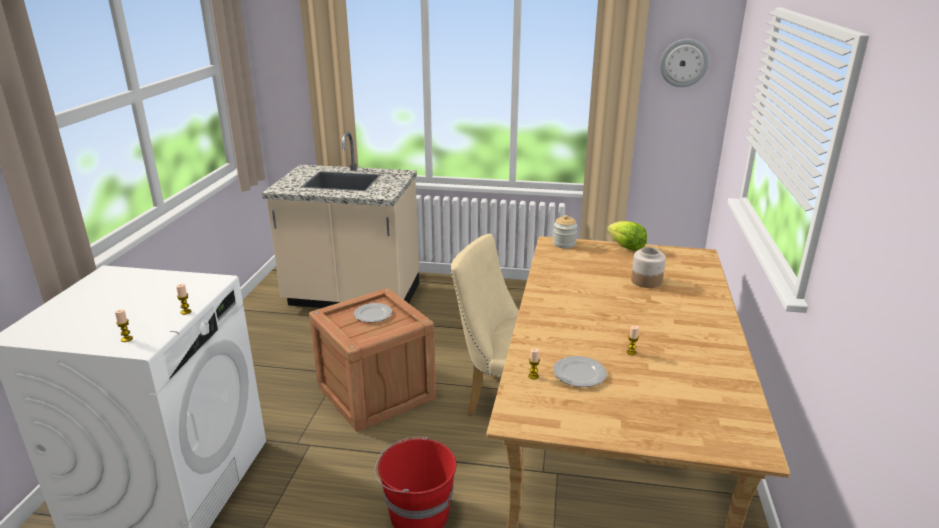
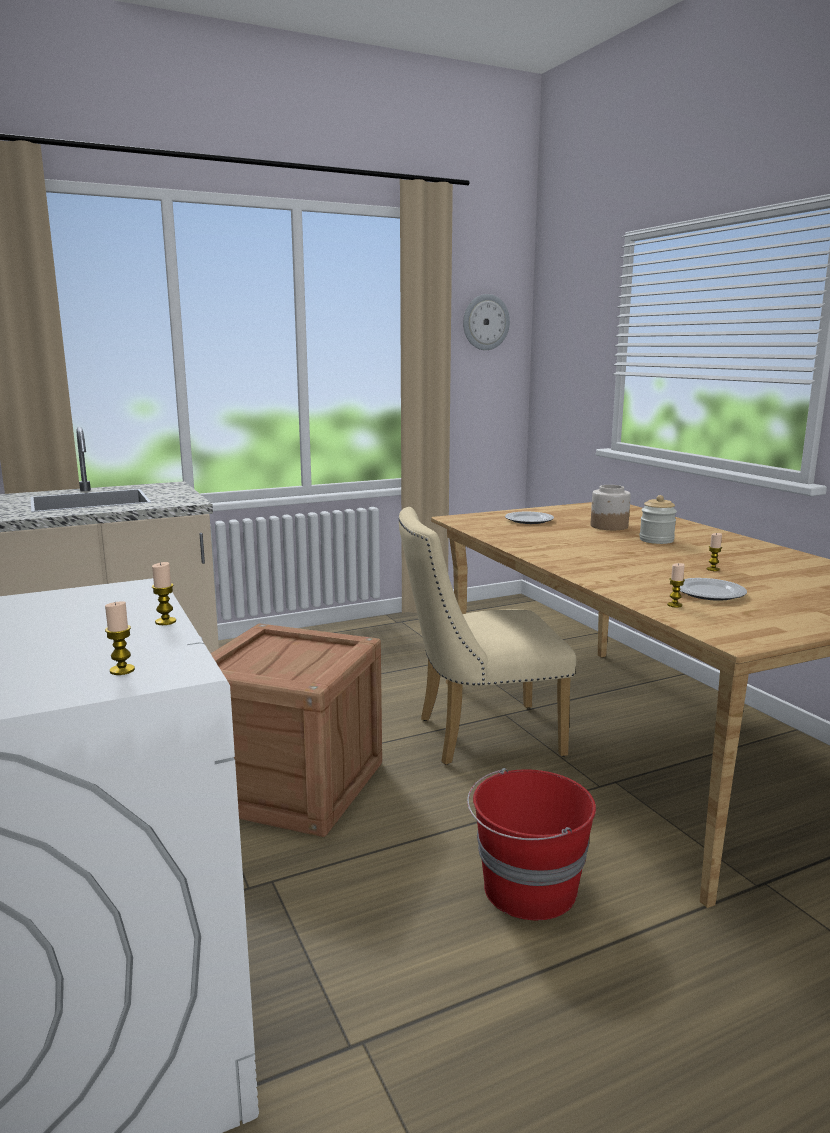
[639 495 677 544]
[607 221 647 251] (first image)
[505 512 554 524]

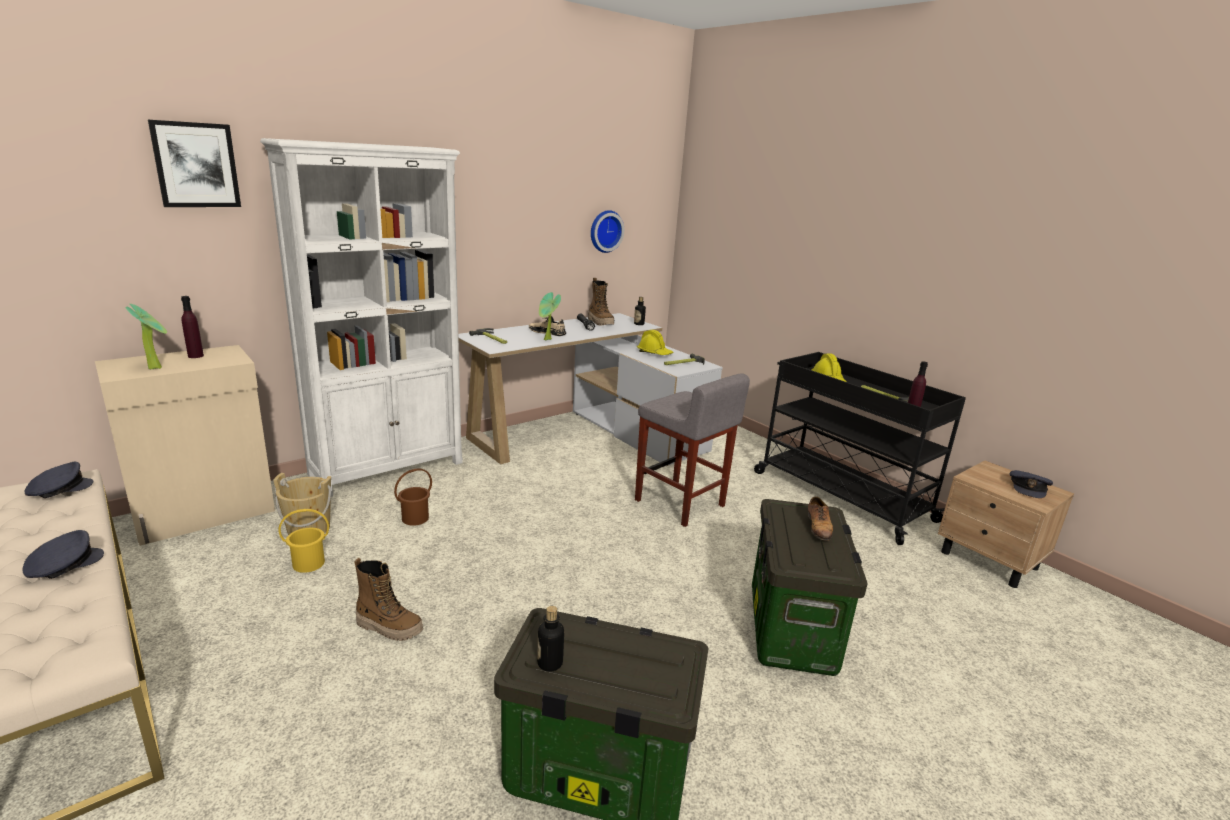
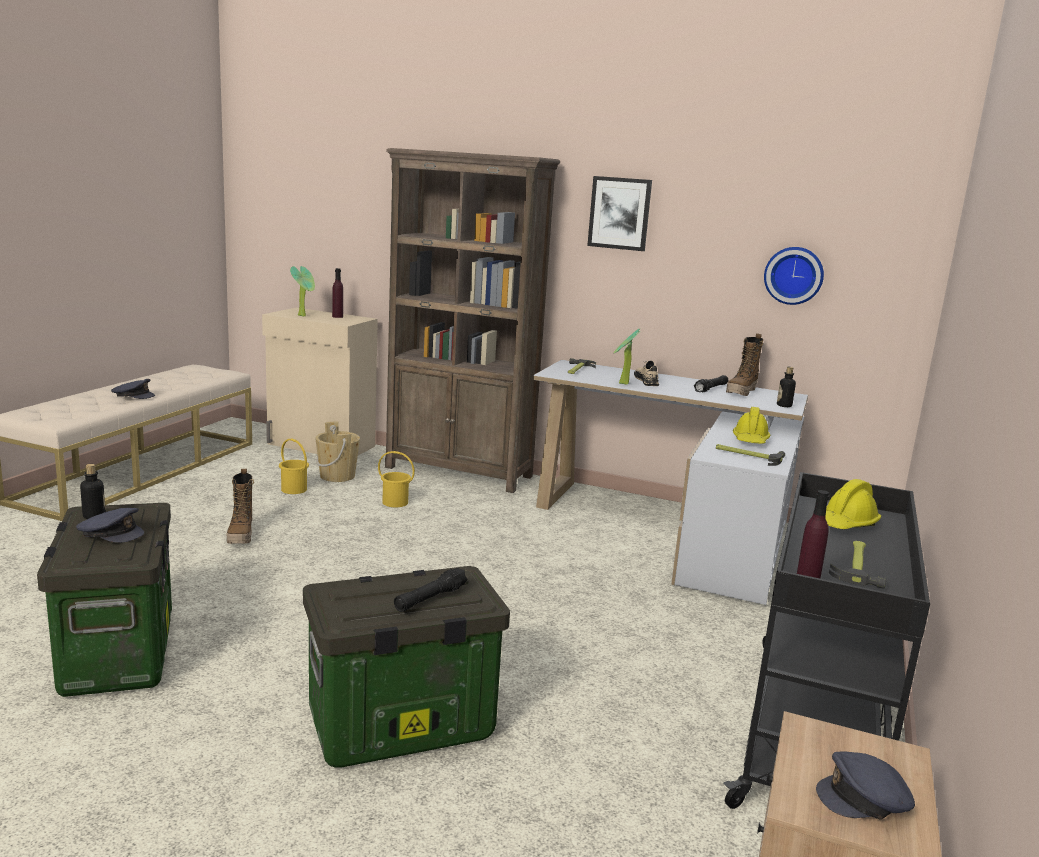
[587 176 652 251]
[385 148 560 493]
[635 373 750 527] (first image)
[76 508 144 543]
[378 451 415 507]
[394 568 467 612]

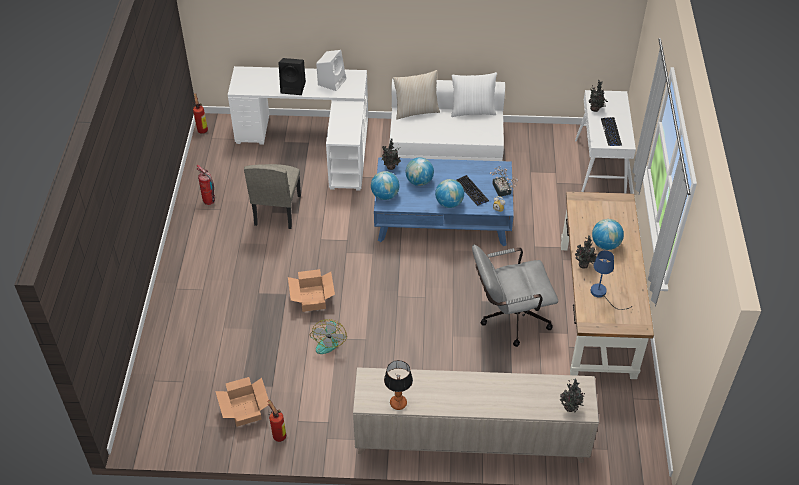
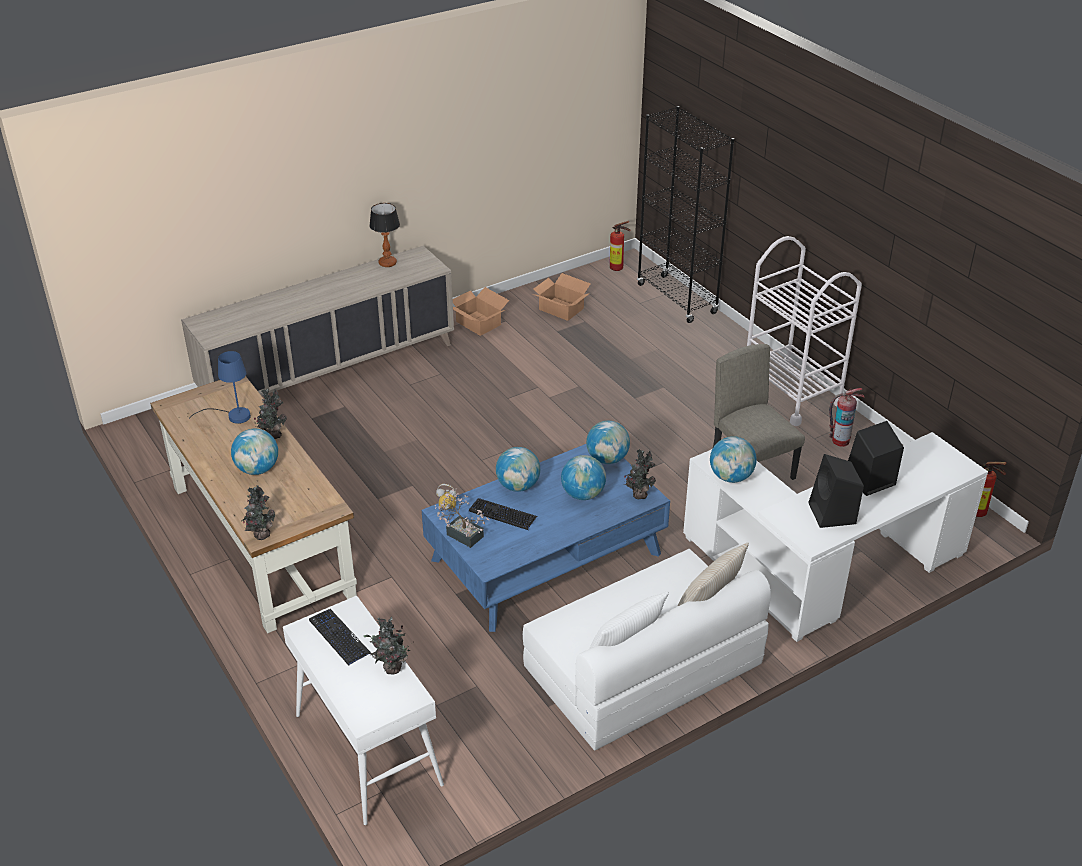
[808 454 864 528]
[472 244 558 347] (first image)
[453 287 509 336]
[310 319 347 354] (first image)
[241 485 276 540]
[610 221 630 271]
[637 106 734 323]
[747 236 862 426]
[710 436 757 483]

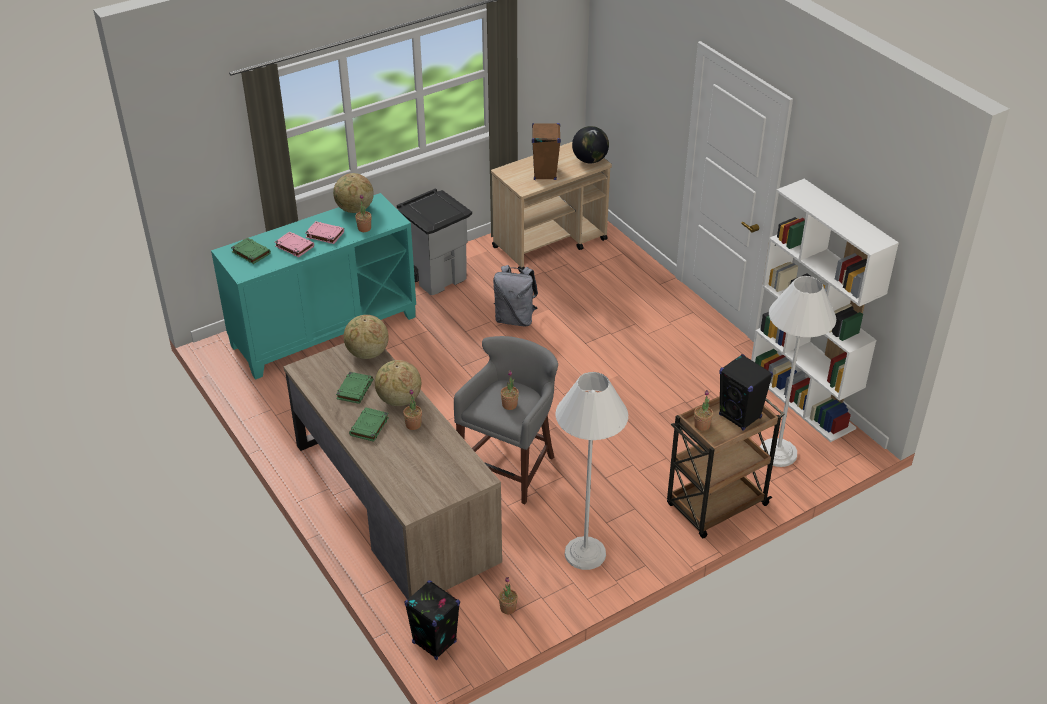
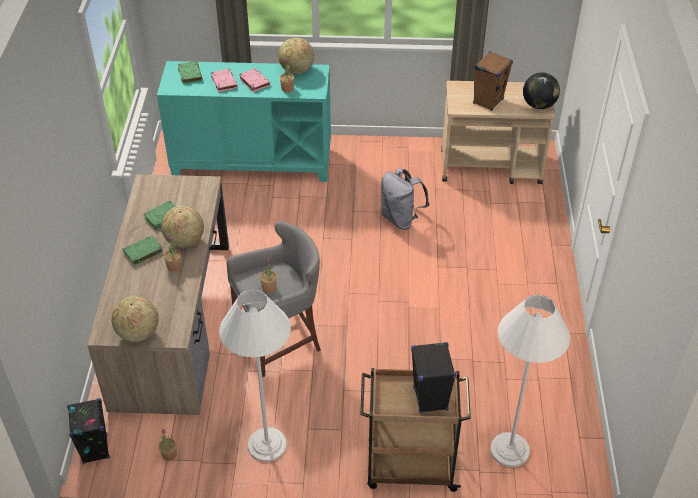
[751 179 899 442] (first image)
[397 188 472 295] (first image)
[111 296 159 342]
[694 390 713 431] (first image)

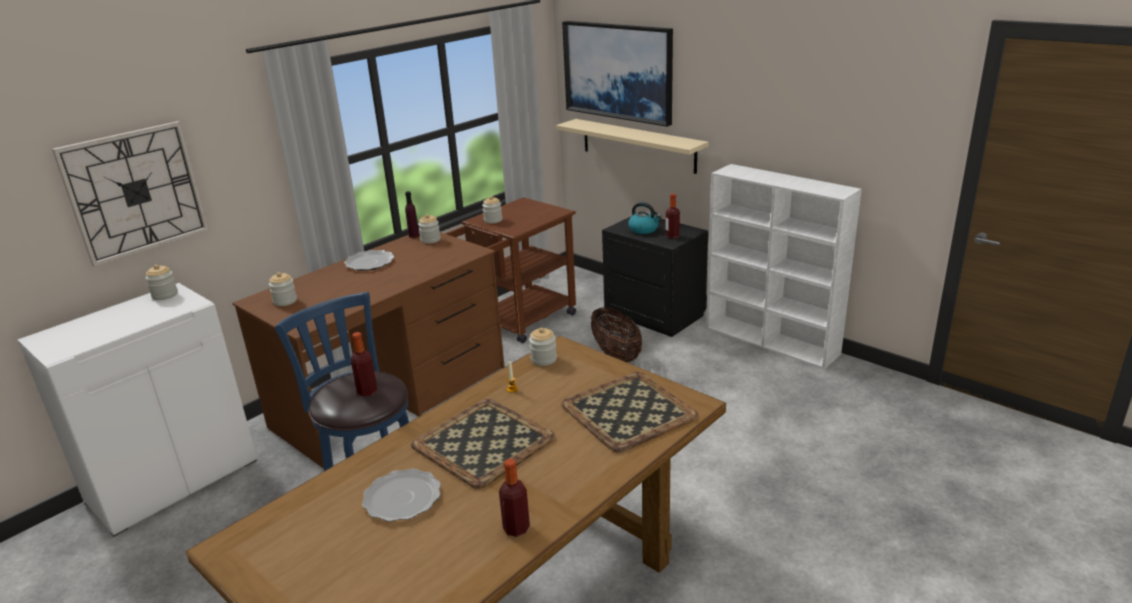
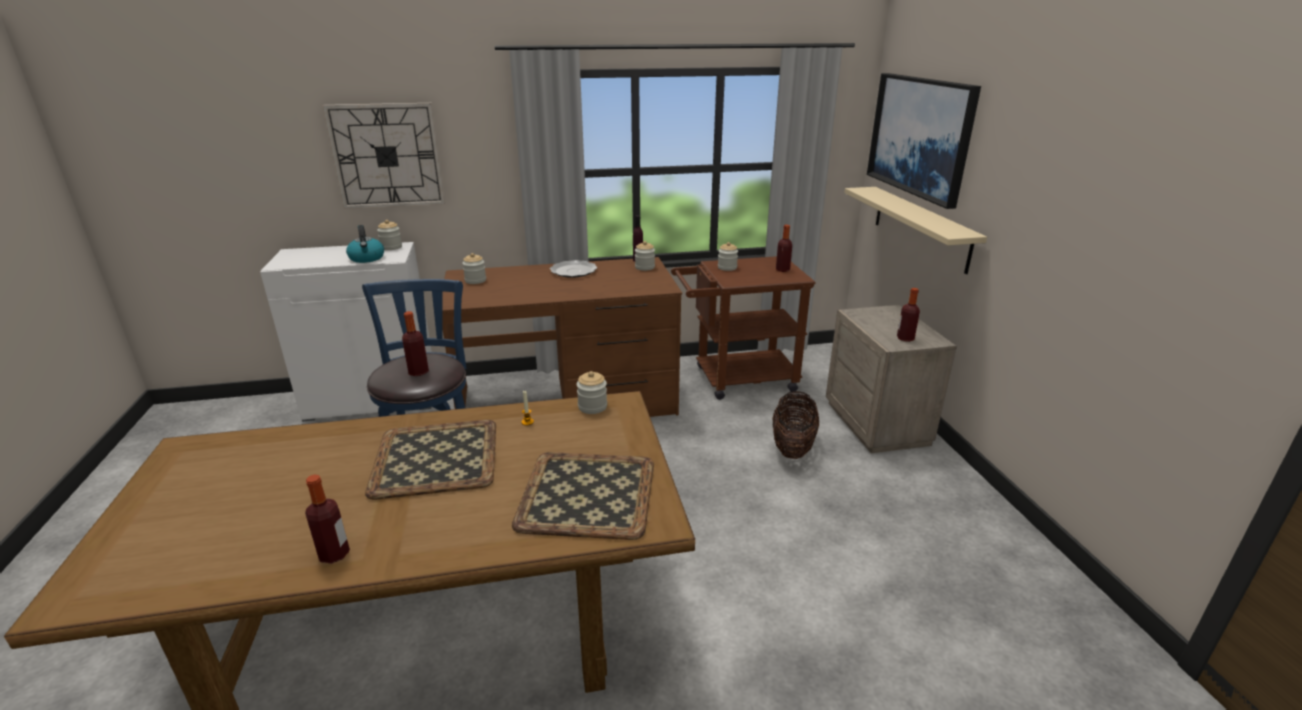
[706 164 862 369] (first image)
[346 225 384 263]
[826 305 957 453]
[362 469 441 522] (first image)
[776 225 792 272]

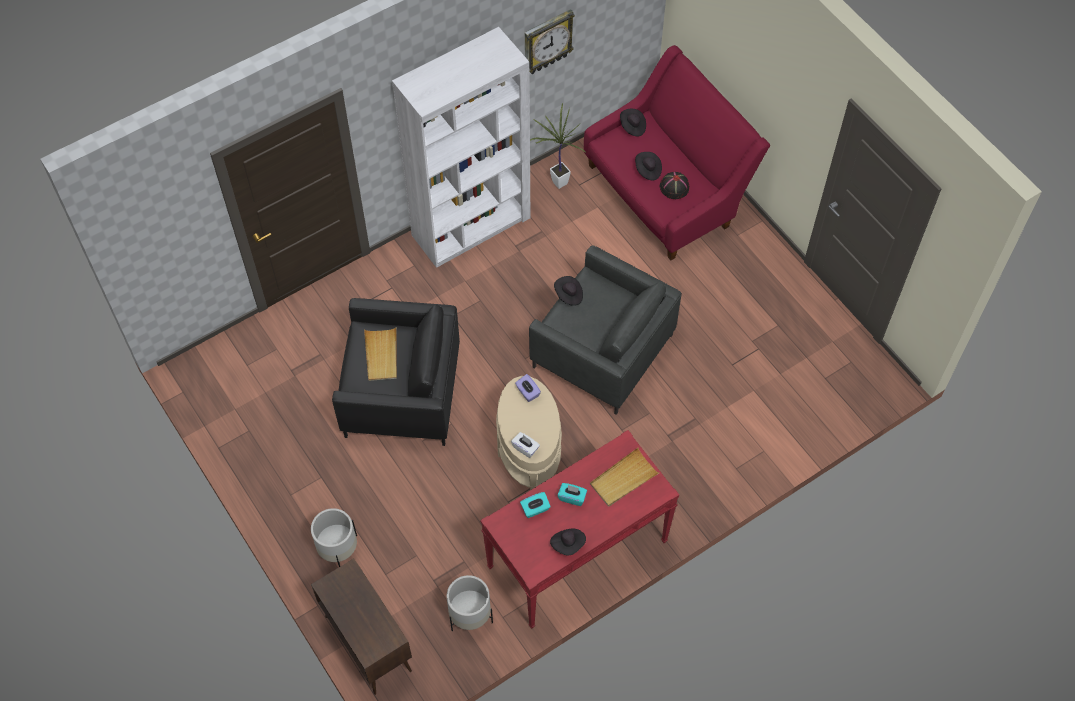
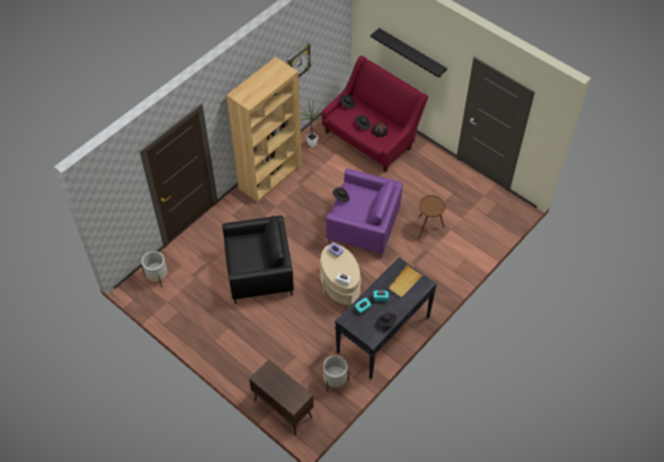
[227 57 302 203]
[326 169 403 258]
[364 327 397 381] (first image)
[335 257 437 379]
[142 251 167 287]
[370 28 447 78]
[418 195 445 239]

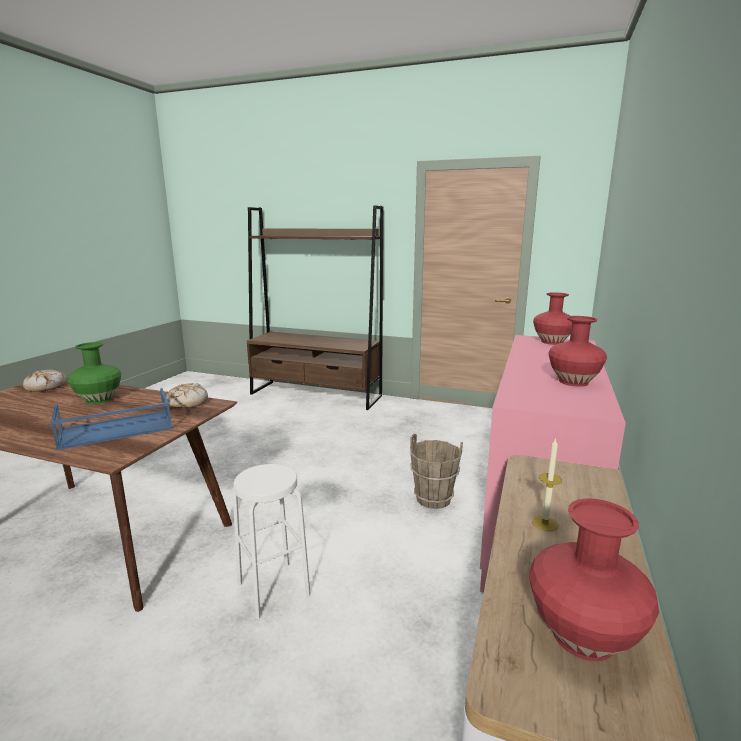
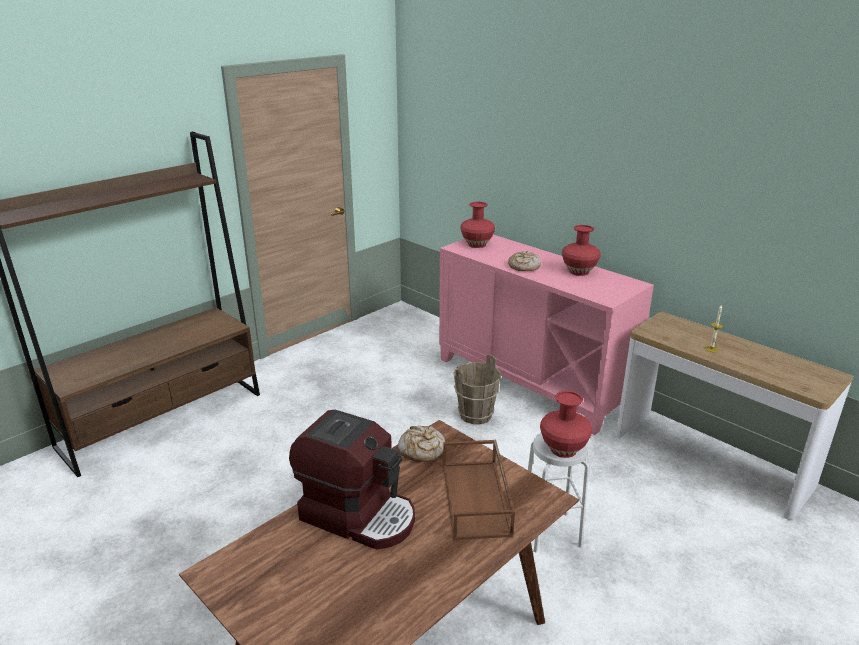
[289 410 415 550]
[508 251 541 271]
[443 440 515 540]
[540 391 592 458]

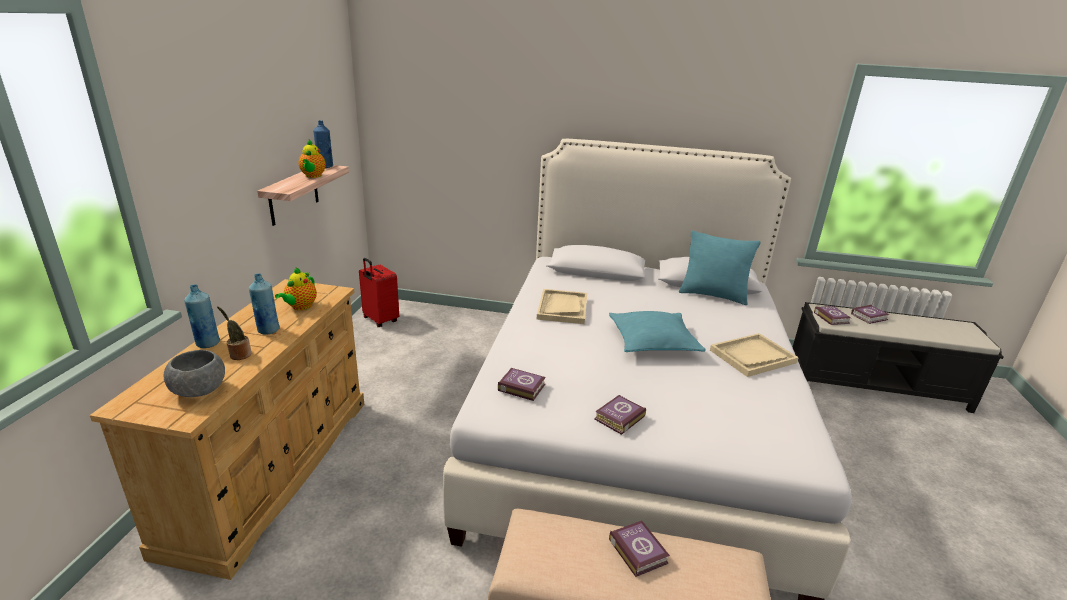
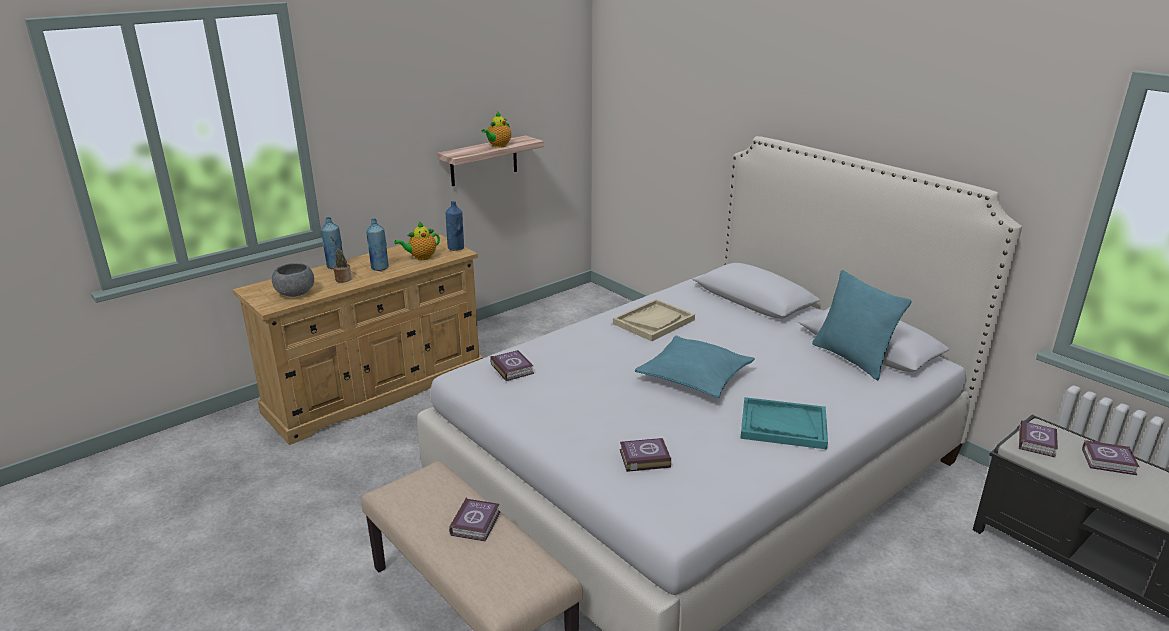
[446 201 464 251]
[359 258 399 327] (first image)
[740 397 828 449]
[620 438 671 472]

